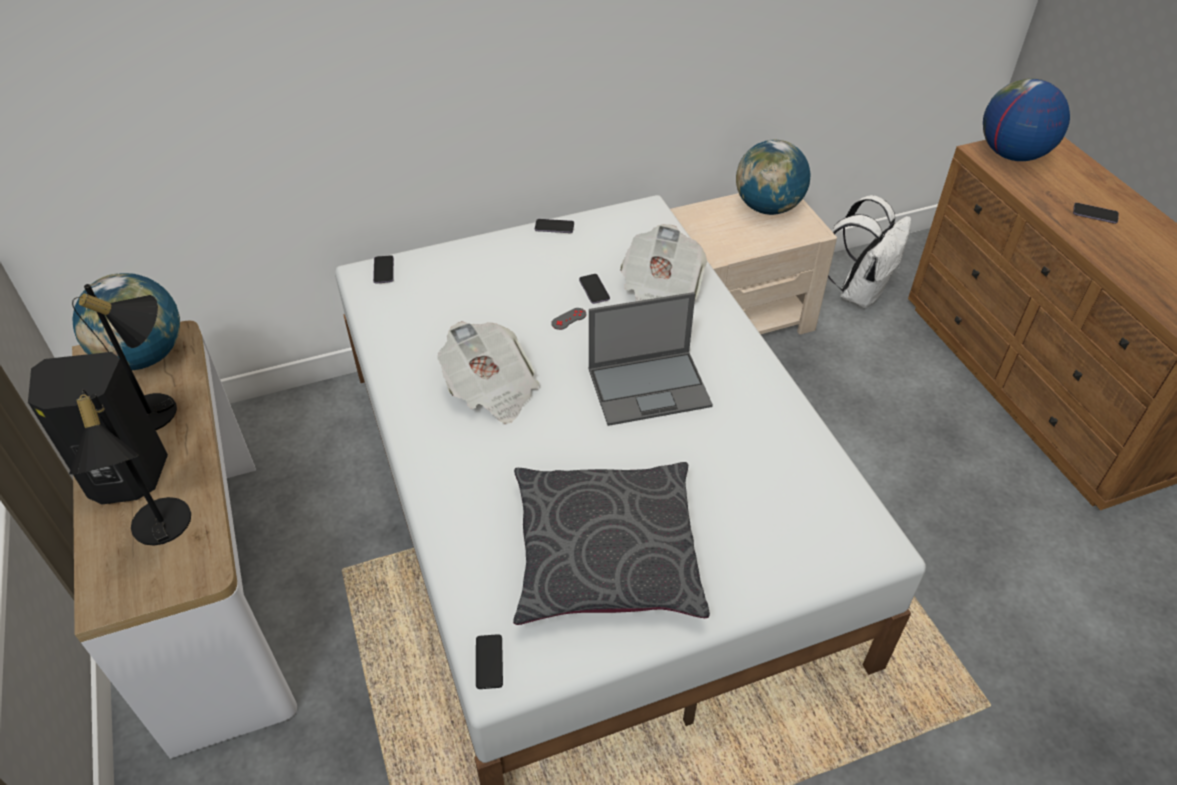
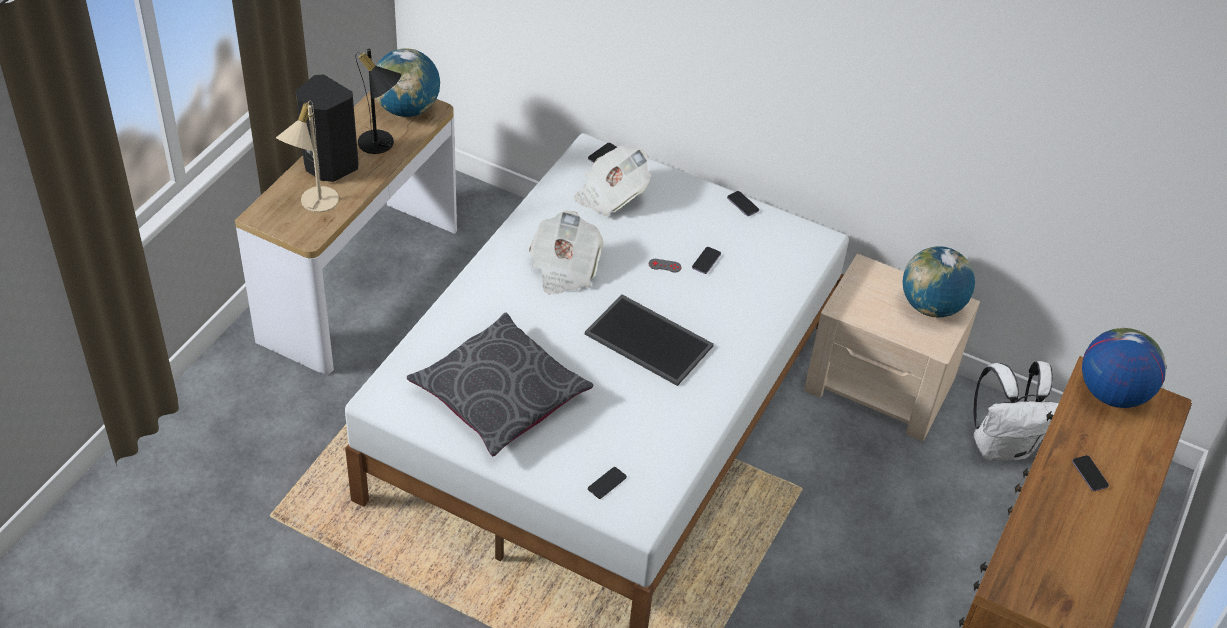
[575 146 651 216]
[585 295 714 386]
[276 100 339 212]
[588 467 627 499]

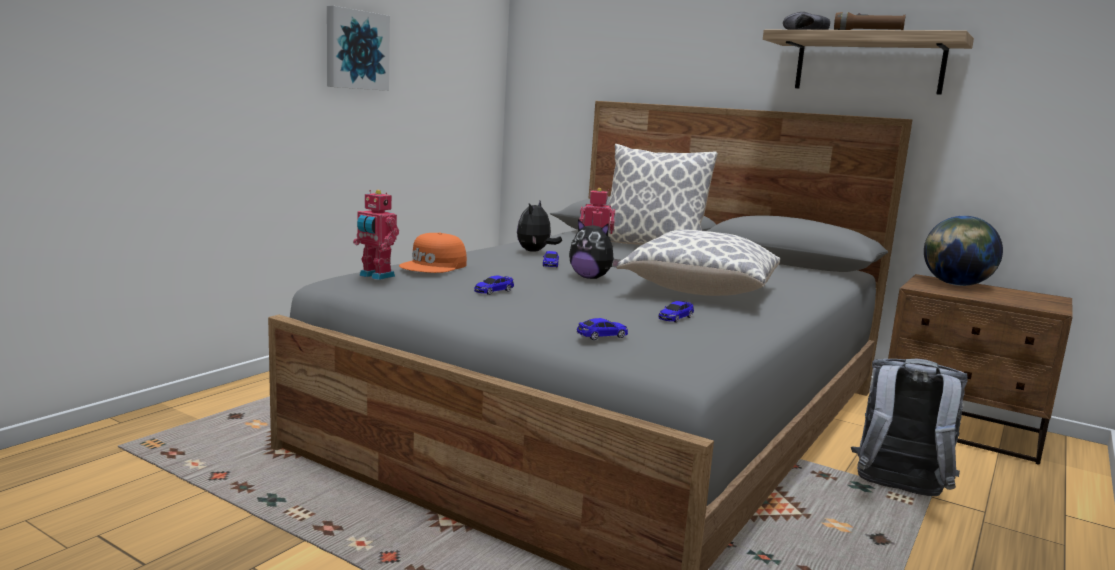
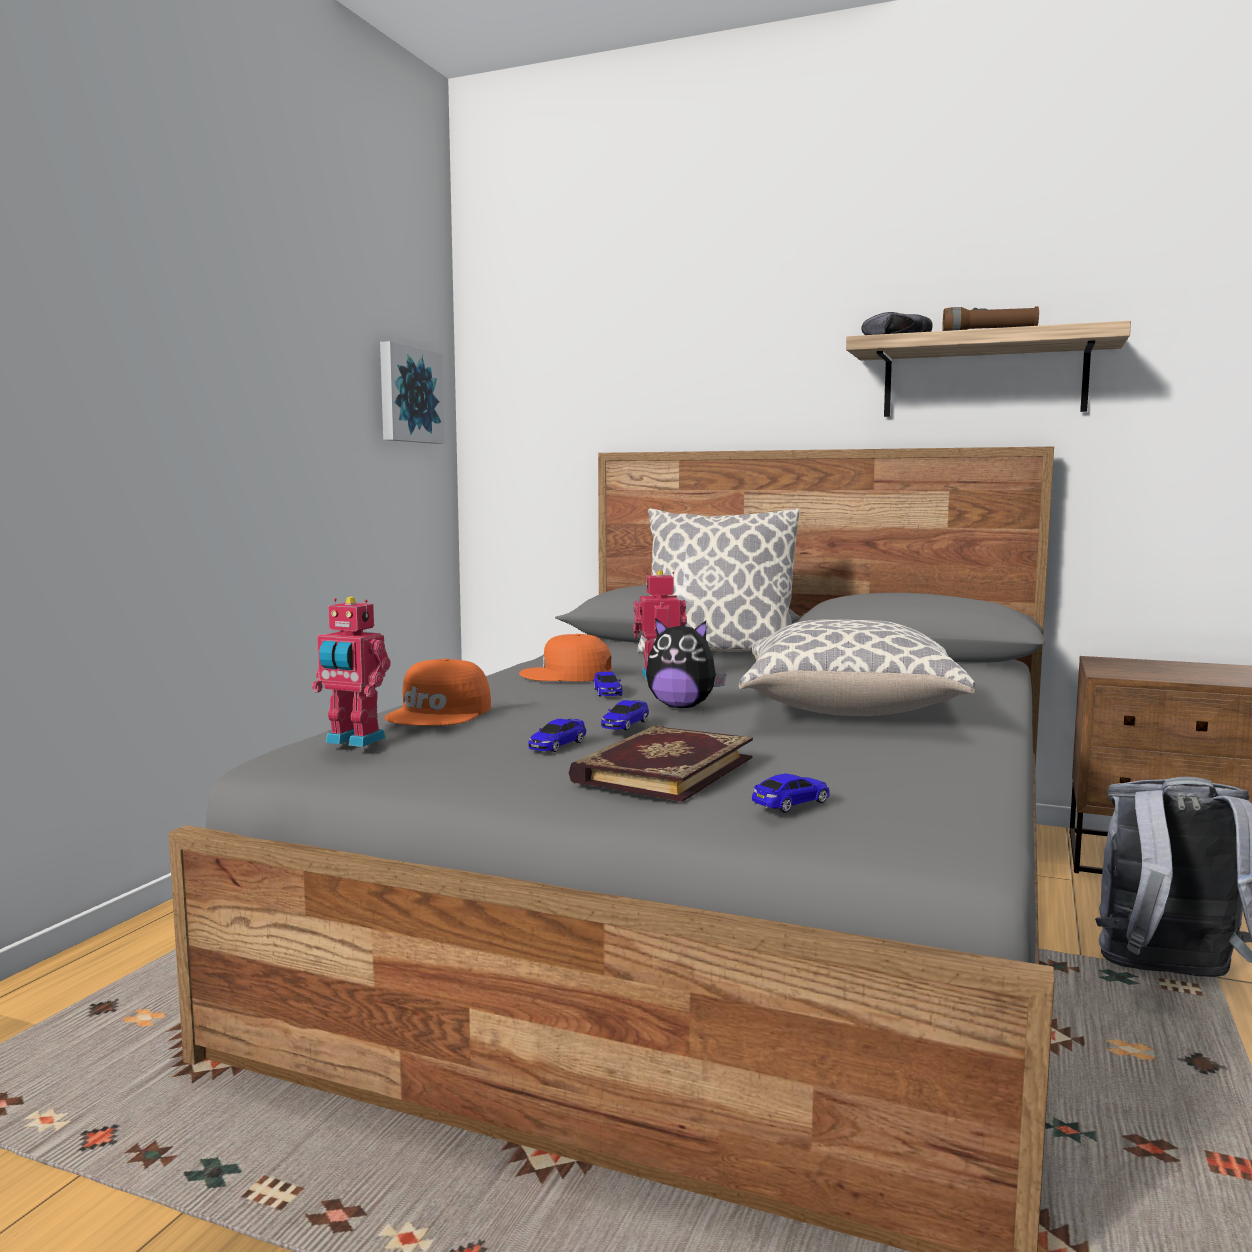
[380 341 445 444]
[519 634 612 682]
[924 216 1003 286] (first image)
[601 700 649 730]
[569 726 753 802]

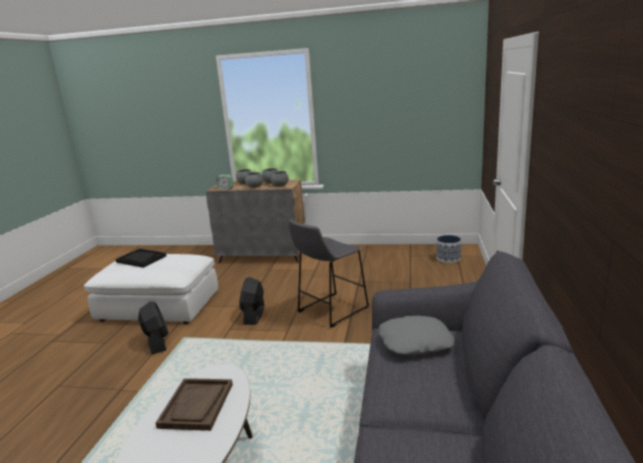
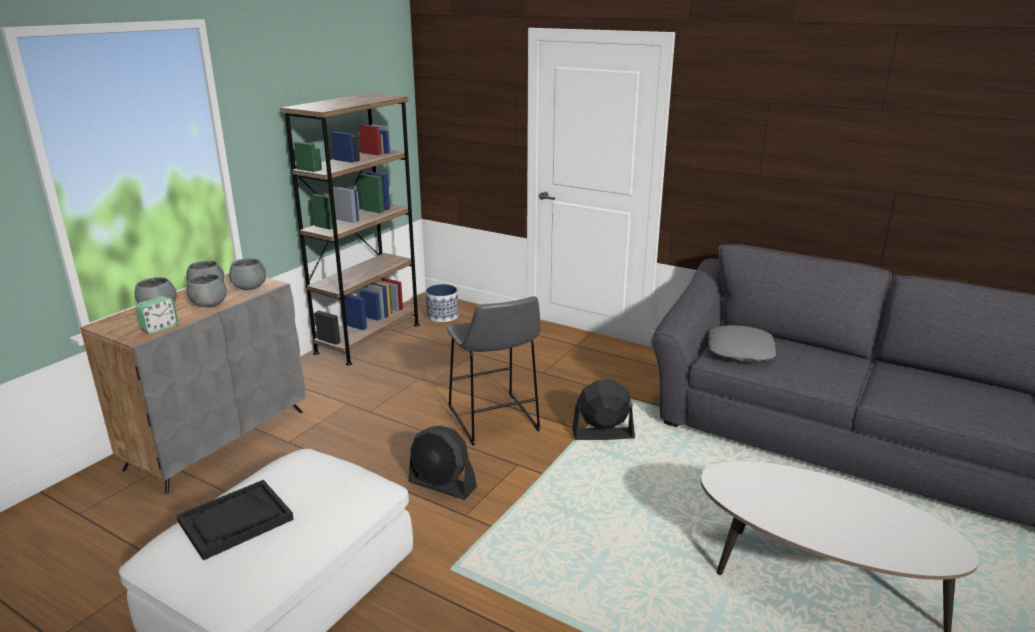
[572 380 635 440]
[156 378 233 431] (first image)
[280 93 420 366]

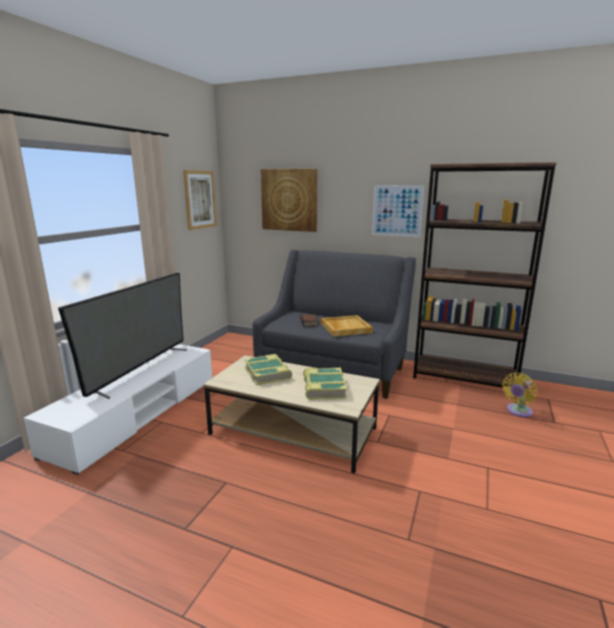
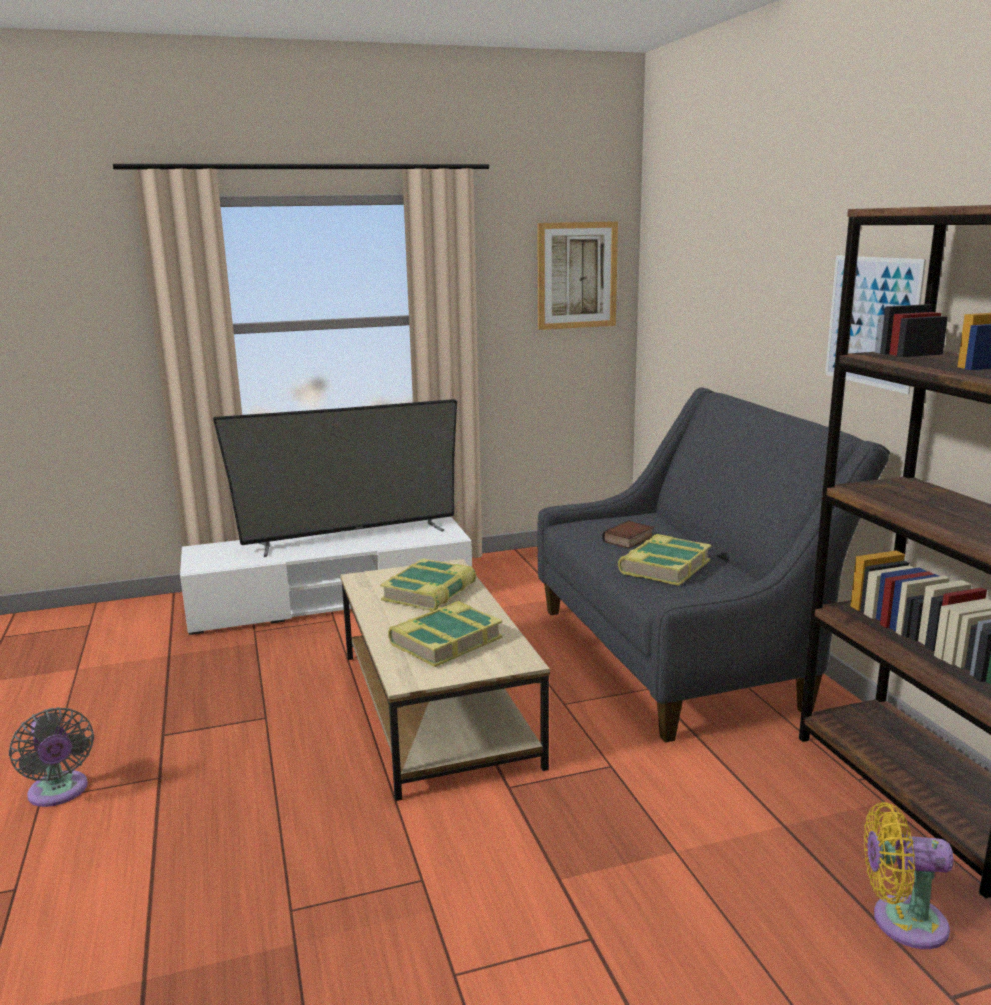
[261 169 317 232] (first image)
[618 534 711 586]
[9 707 94 807]

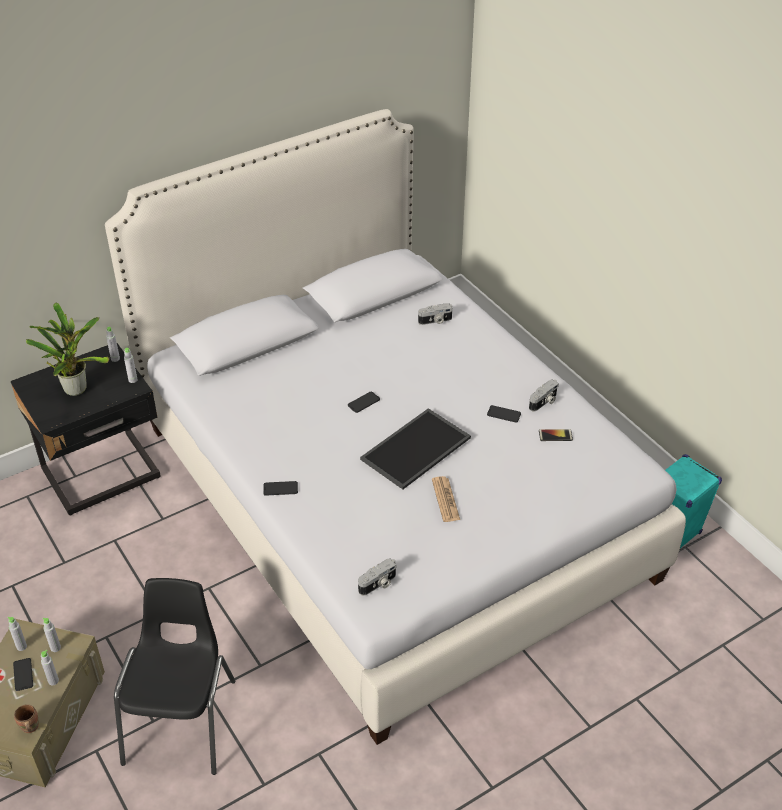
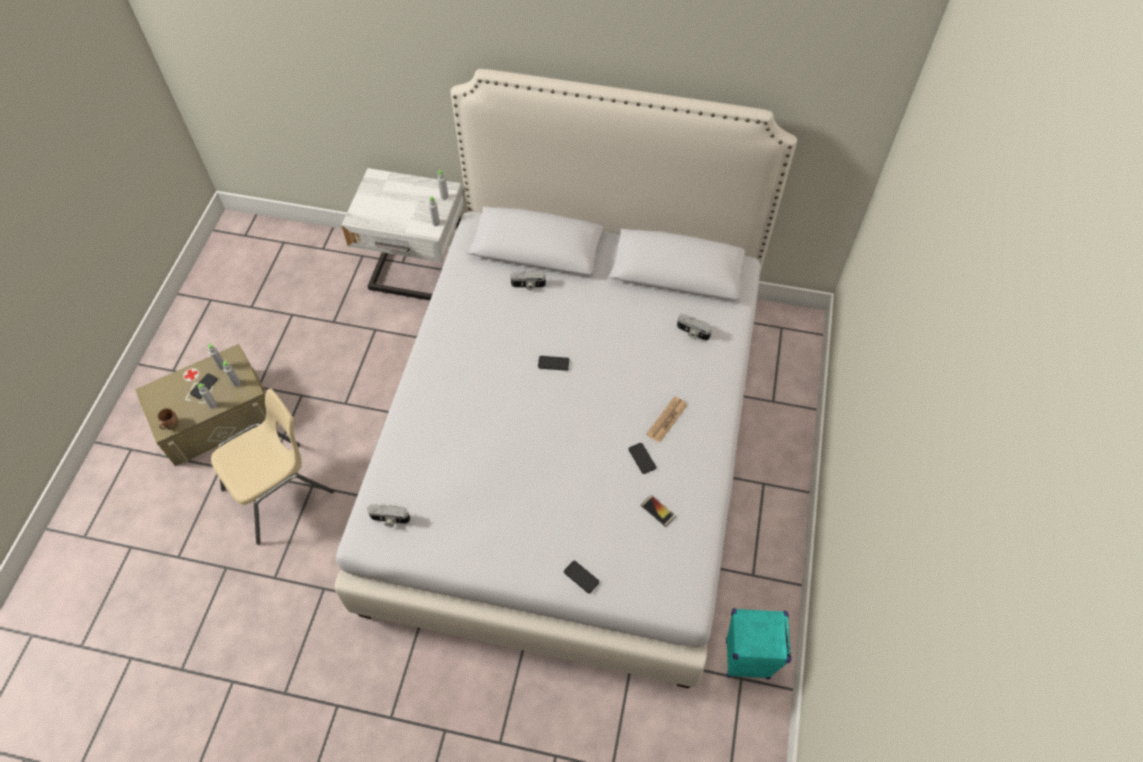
[26 302 109 396] (first image)
[341 168 464 300]
[510 270 546 291]
[360 408 471 489] (first image)
[646 396 687 443]
[564 561 599 593]
[211 388 334 545]

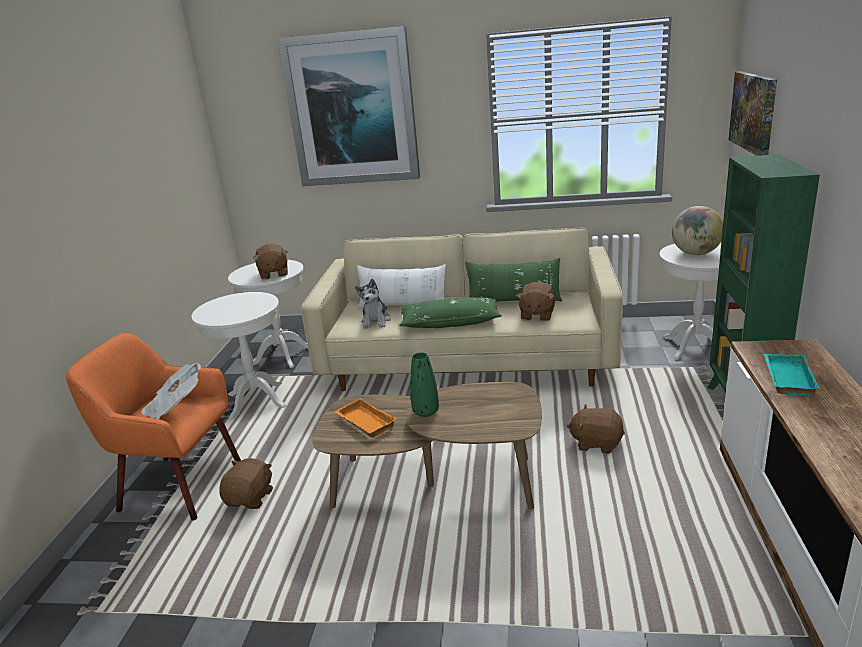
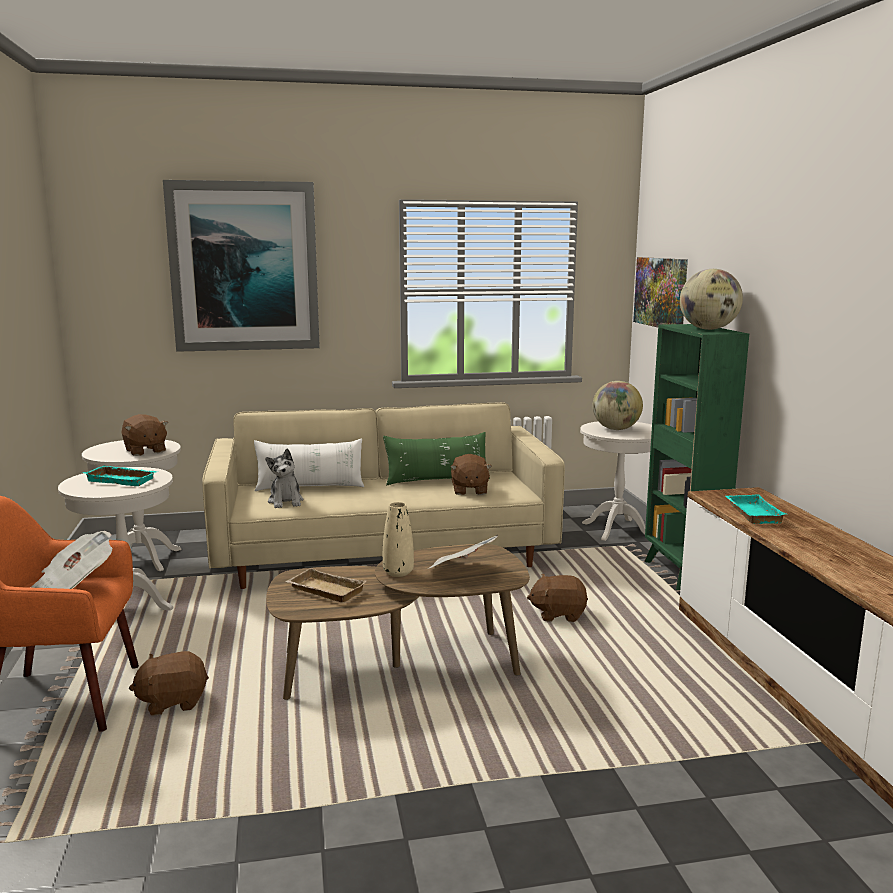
[399 297 502 328] (first image)
[383 502 414 577]
[285 568 366 602]
[129 651 209 716]
[680 269 743 330]
[83 465 157 486]
[428 534 499 569]

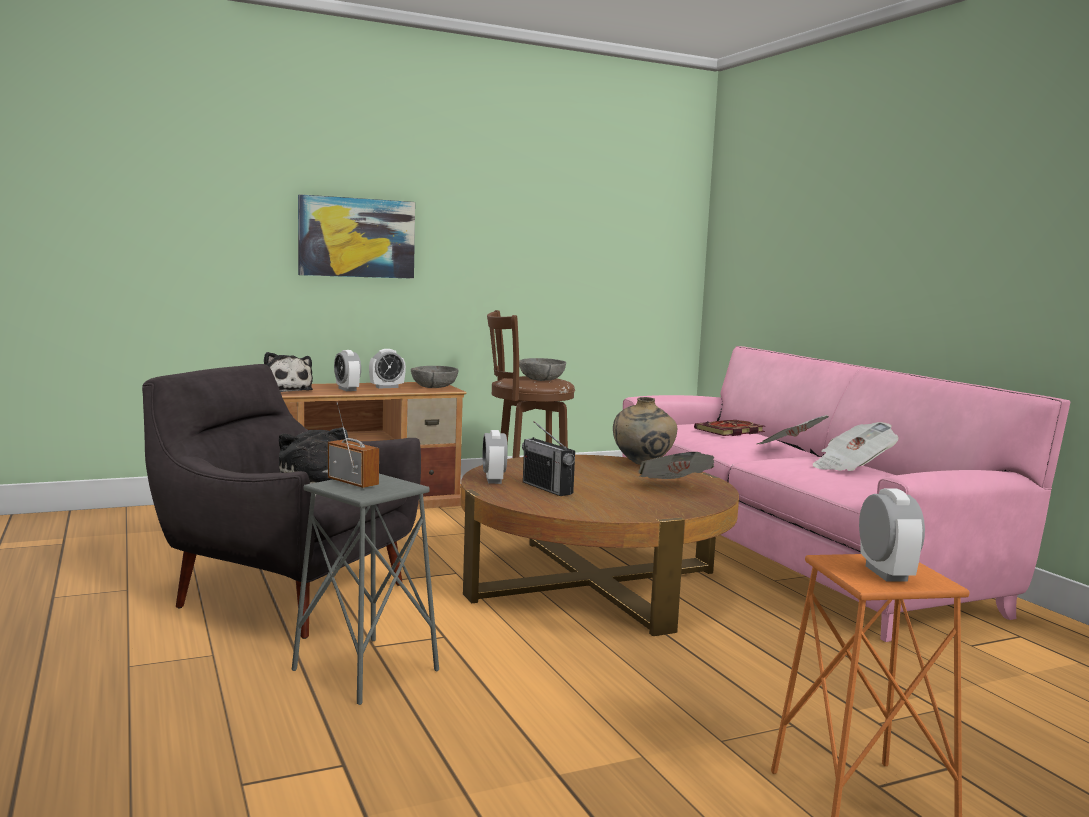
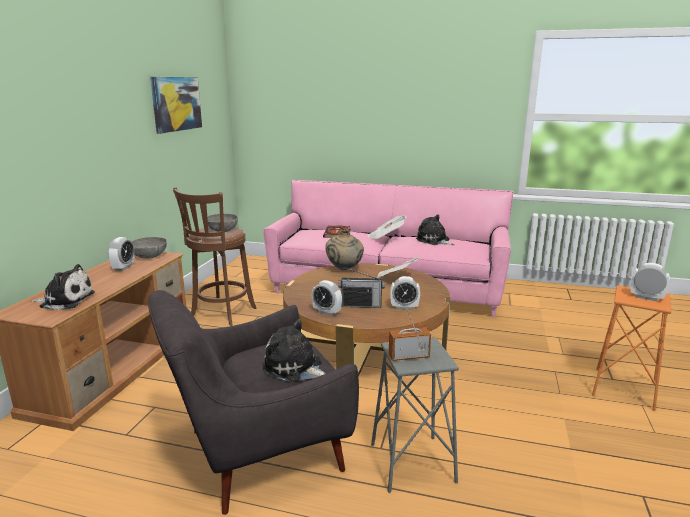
[150 77 202 134]
[390 276 420 310]
[416 214 455 245]

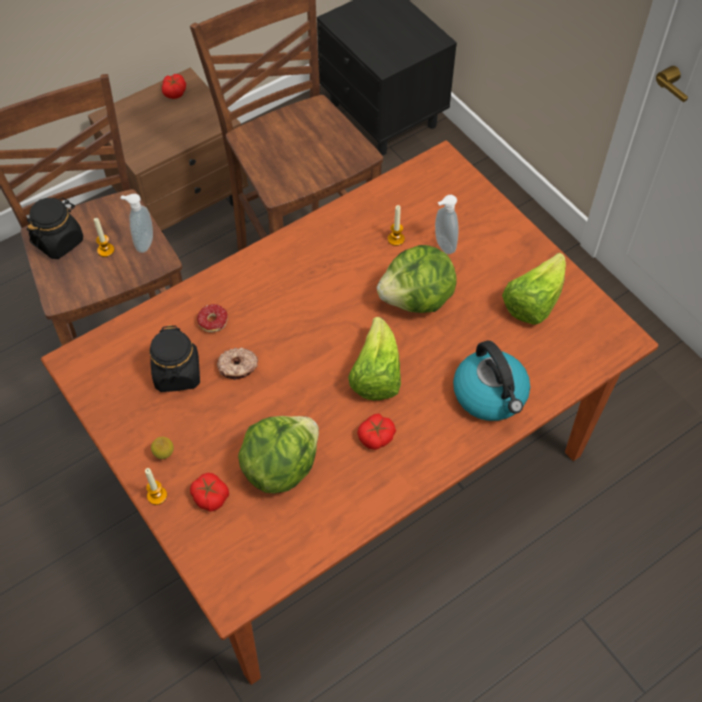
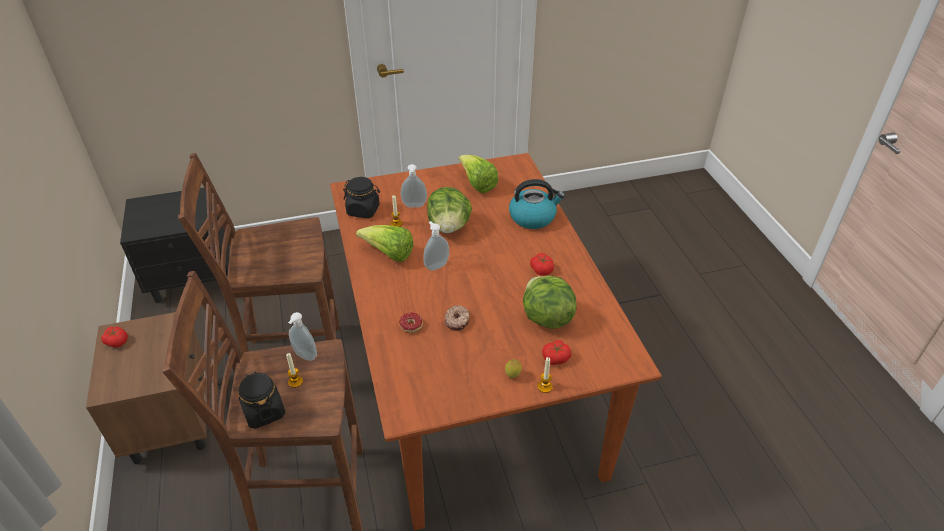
[356 225 414 262]
[343 177 380 218]
[423 221 449 271]

